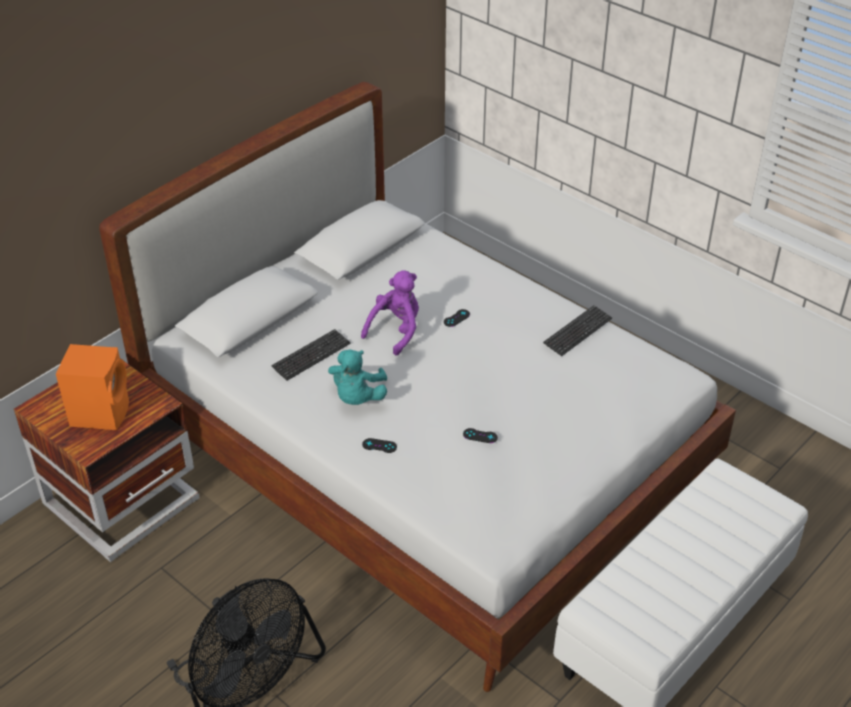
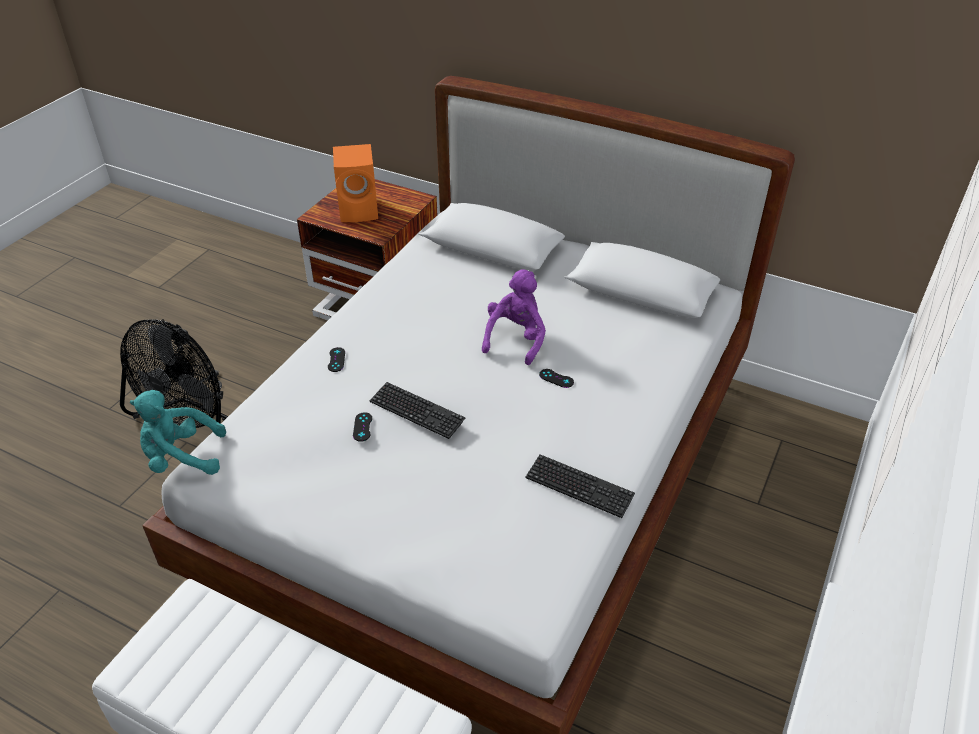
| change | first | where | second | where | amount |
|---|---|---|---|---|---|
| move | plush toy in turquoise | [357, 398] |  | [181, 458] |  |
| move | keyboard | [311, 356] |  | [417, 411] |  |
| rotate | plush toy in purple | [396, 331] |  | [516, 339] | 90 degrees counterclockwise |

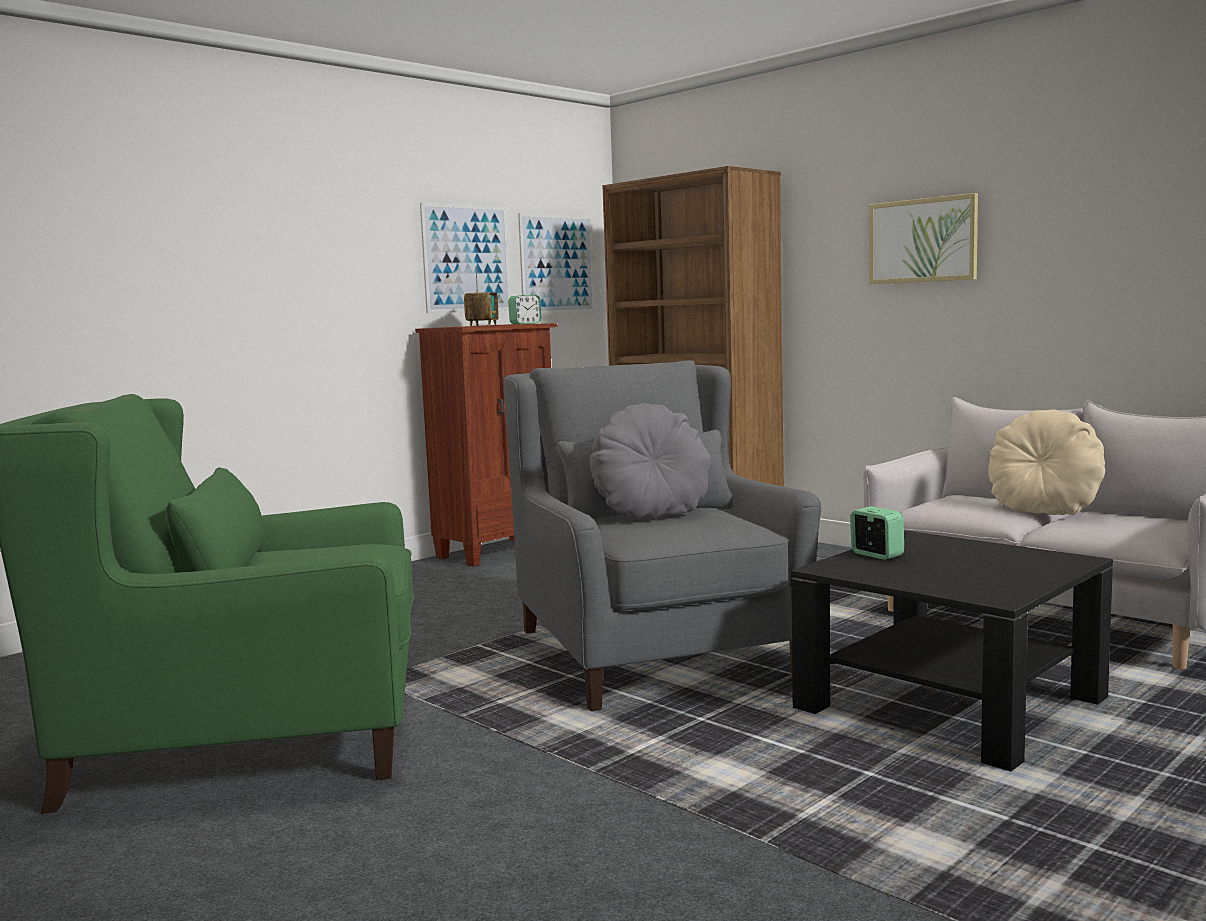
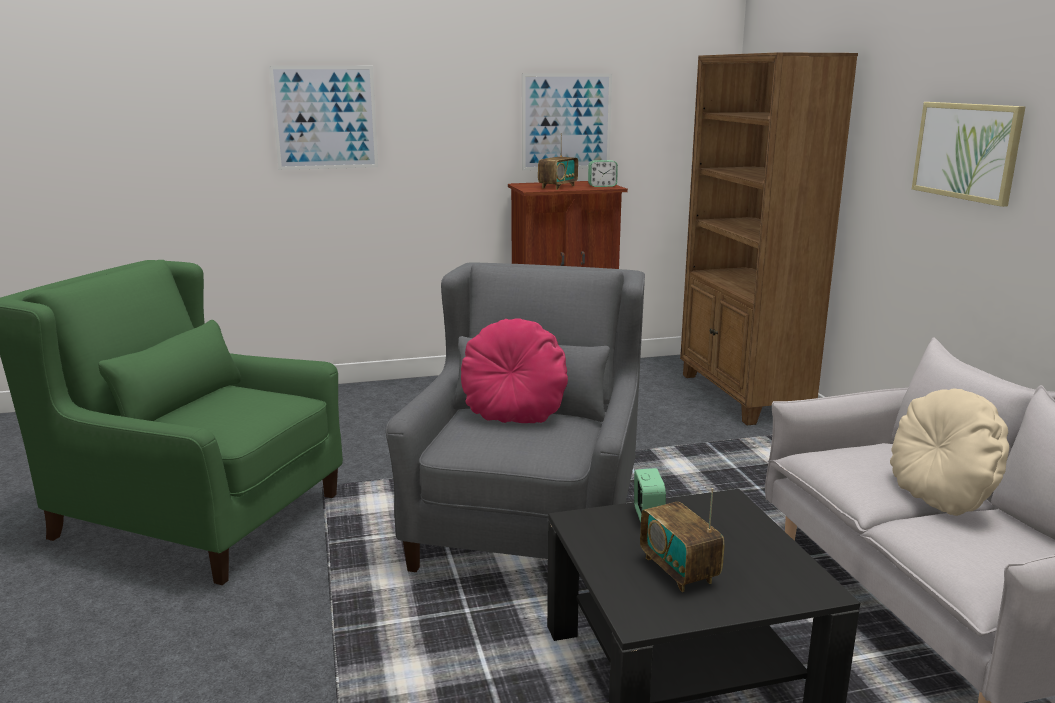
| change | first | where | second | where | amount |
|---|---|---|---|---|---|
| move | picture | [557, 264] |  | [325, 118] |  |
| recolor | pillow in grey | [651, 516] | pillow in pink | [514, 417] |  |
| insert |  |  | radio | [679, 570] |  |

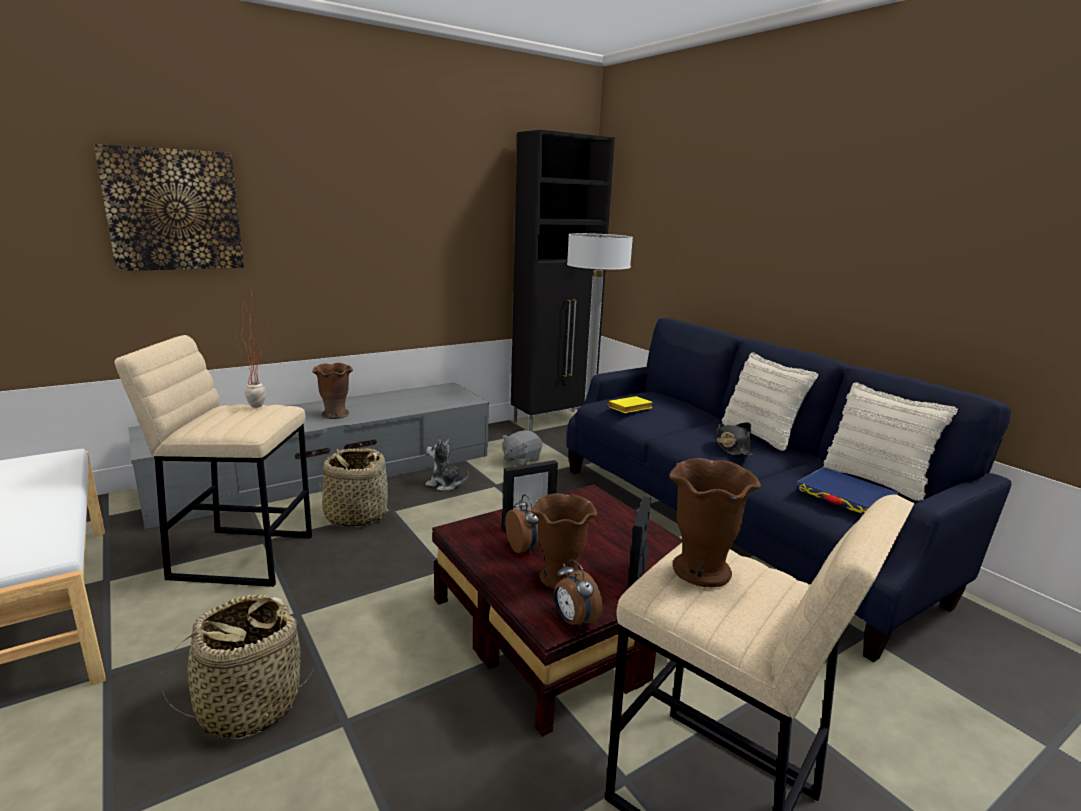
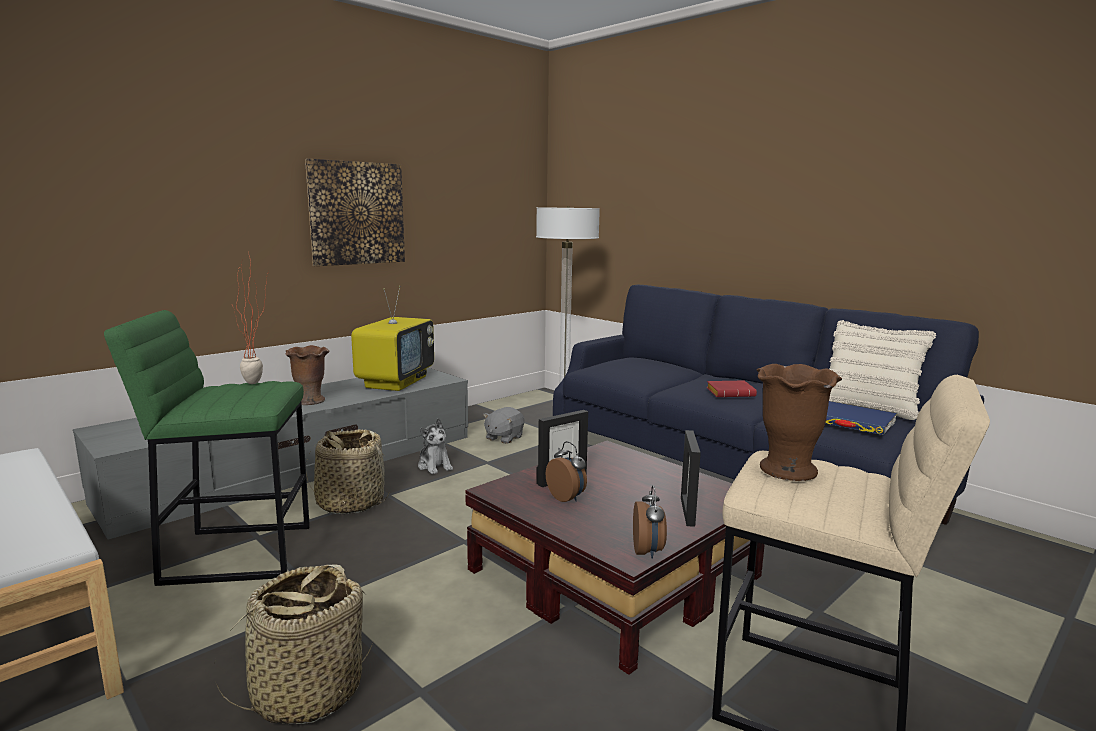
| change | first | where | second | where | amount |
|---|---|---|---|---|---|
| recolor | stool in beige | [240, 556] | stool in green | [234, 554] |  |
| move | picture | [174, 210] |  | [356, 213] |  |
| insert |  |  | television | [396, 382] |  |
| rotate | plush toy | [445, 484] |  | [435, 466] | 135 degrees counterclockwise |
| rotate | alarm clock | [574, 621] |  | [648, 551] | 135 degrees counterclockwise |
| replace | hat in black | [732, 446] | book in red | [731, 393] |  |
| delete | cabinet in black | [554, 421] |  |  |  |
| delete | vase in brown | [560, 577] |  |  |  |
| delete | book in yellow | [629, 409] |  |  |  |
| delete | pillow in beige | [760, 436] |  |  |  |

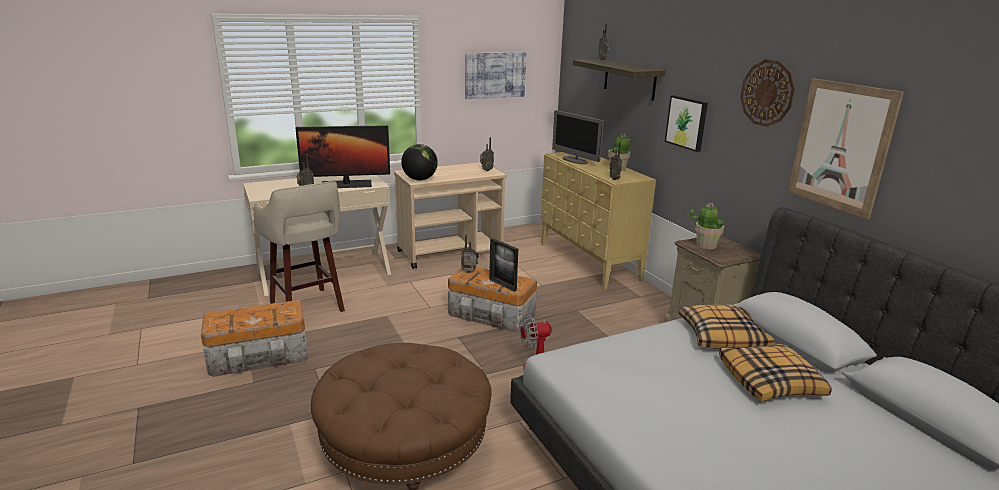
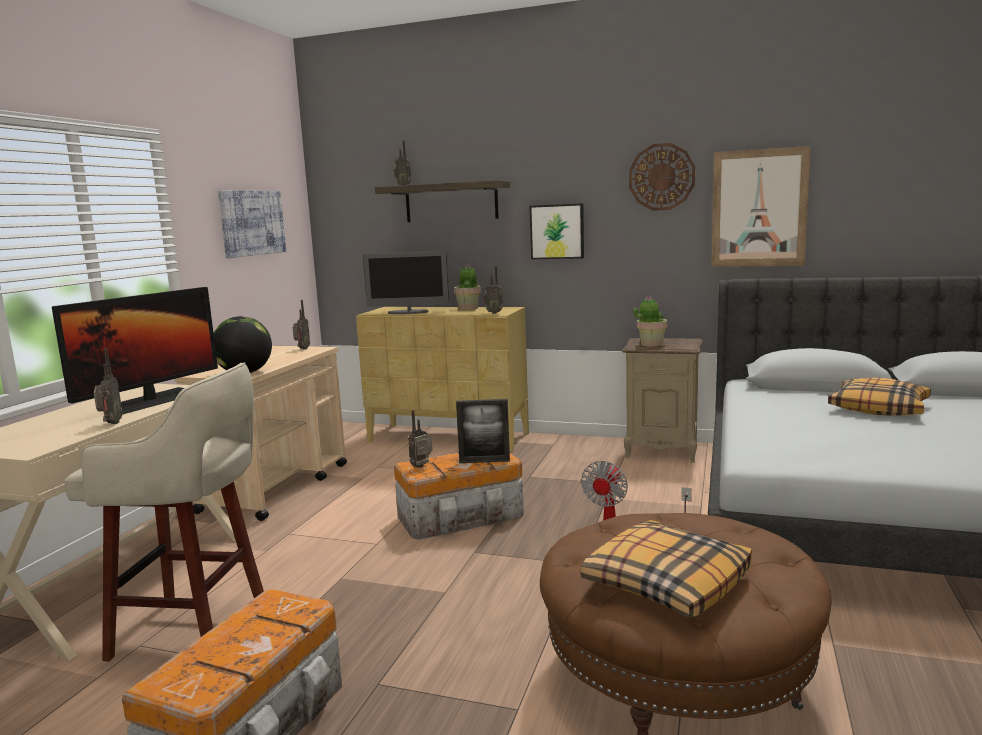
| change | first | where | second | where | amount |
|---|---|---|---|---|---|
| move | pillow | [722, 336] |  | [666, 582] |  |

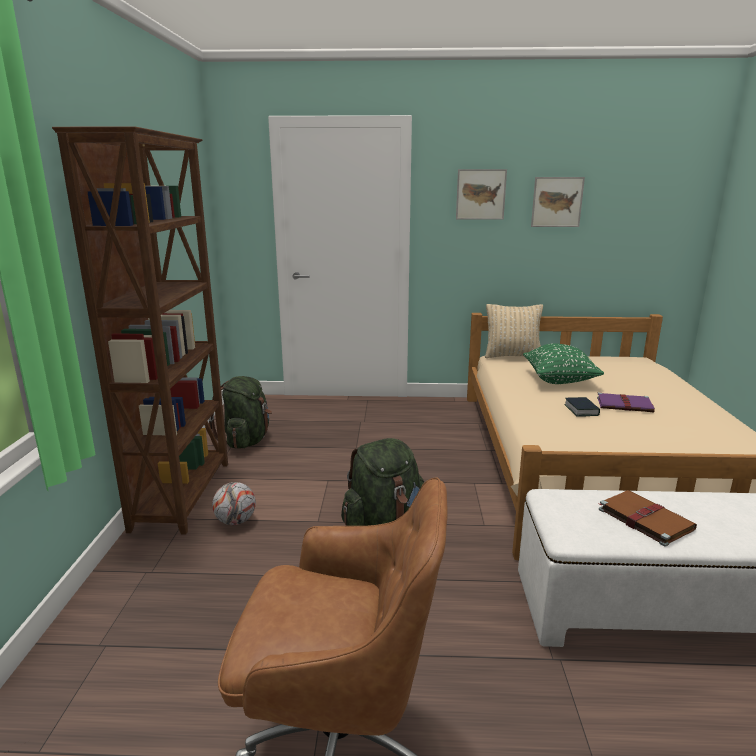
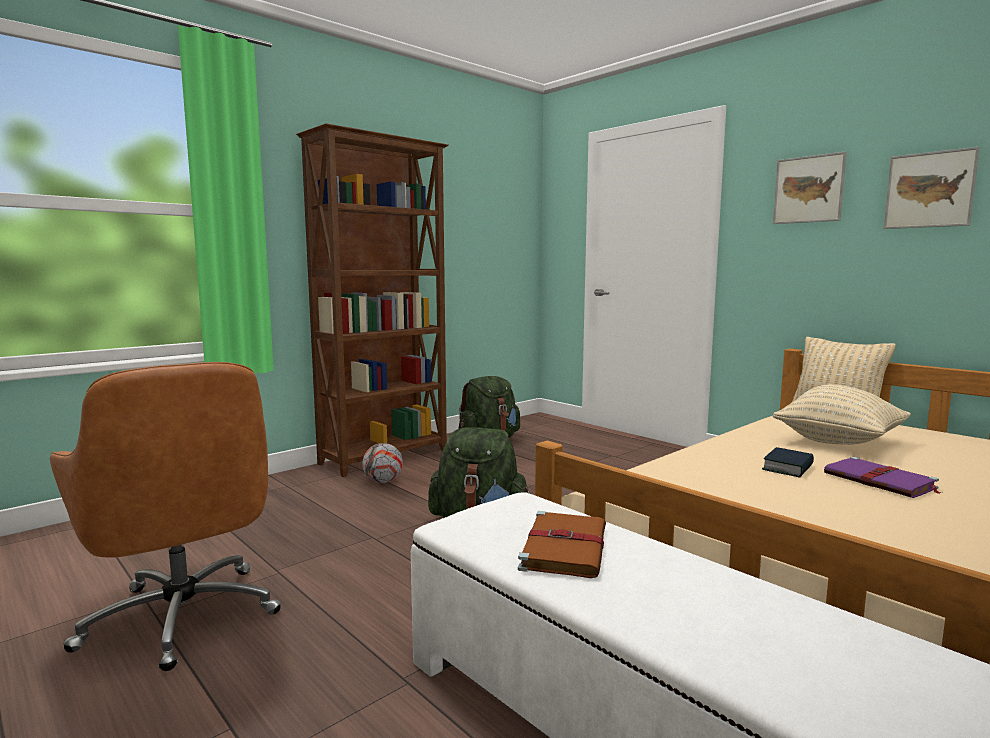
| change | first | where | second | where | amount |
|---|---|---|---|---|---|
| recolor | pillow in green | [559, 380] | pillow in beige | [839, 442] |  |

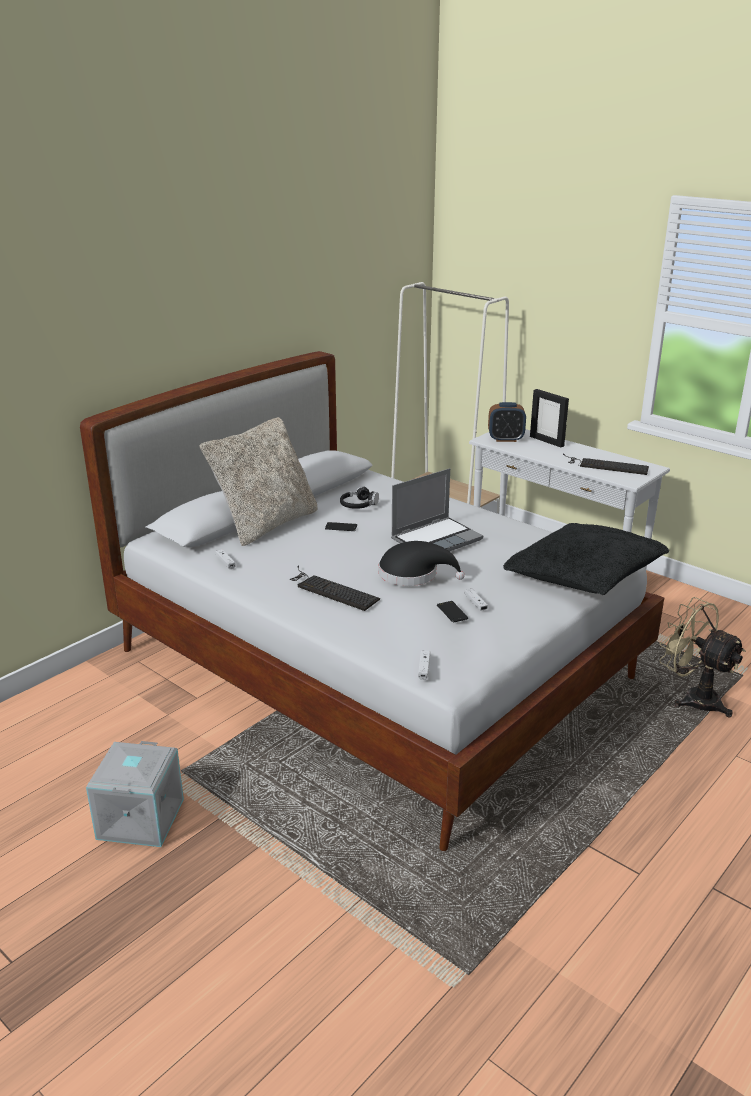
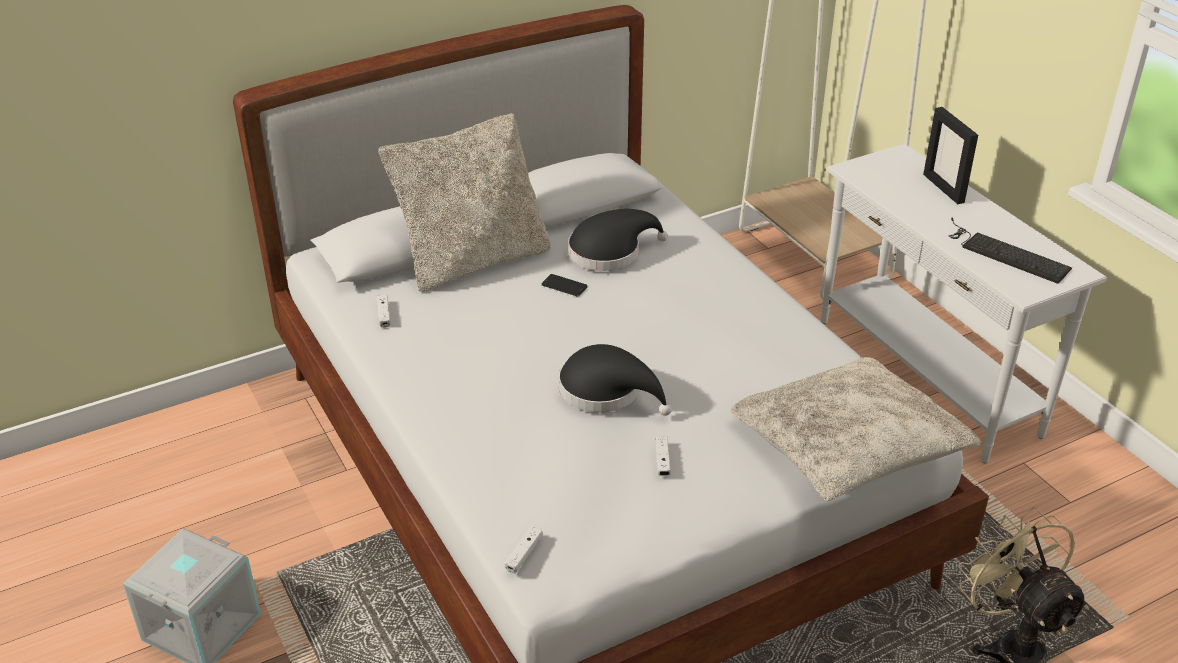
| change | first | where | second | where | amount |
|---|---|---|---|---|---|
| replace | headphones in black | [358, 505] | hat in black | [610, 251] |  |
| recolor | pillow in black | [583, 576] | pillow in beige | [848, 448] |  |
| delete | keyboard | [330, 589] |  |  |  |
| delete | laptop | [436, 539] |  |  |  |
| delete | phone | [452, 612] |  |  |  |
| delete | alarm clock | [505, 439] |  |  |  |

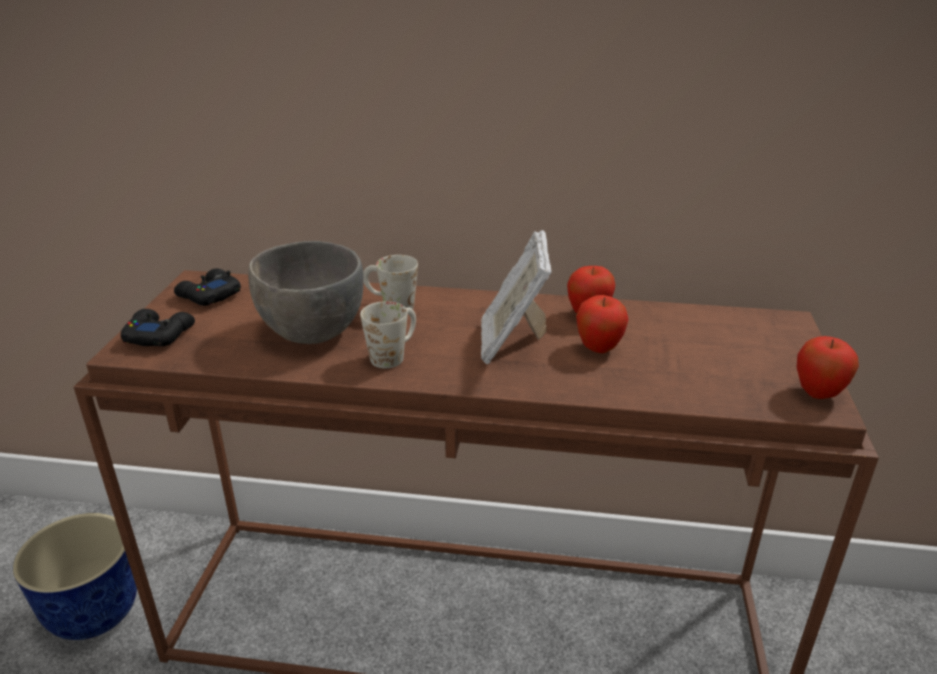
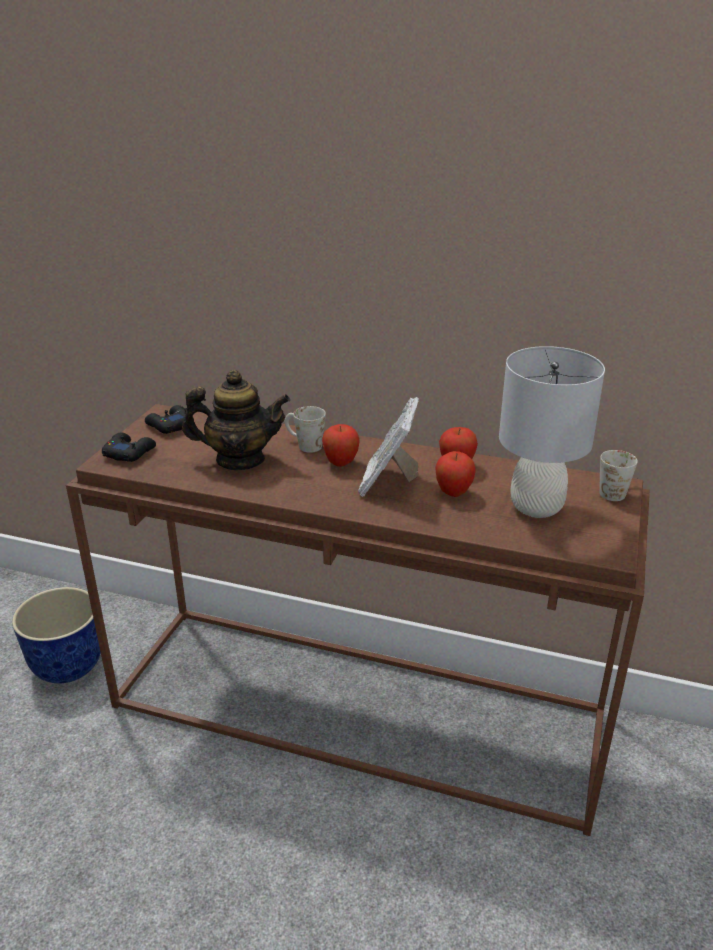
| change | first | where | second | where | amount |
|---|---|---|---|---|---|
| replace | bowl in grey | [312, 331] | teapot | [240, 460] |  |
| move | apple | [818, 394] |  | [341, 463] |  |
| insert |  |  | table lamp in grey | [537, 510] |  |
| move | mug in white | [394, 354] |  | [616, 491] |  |

